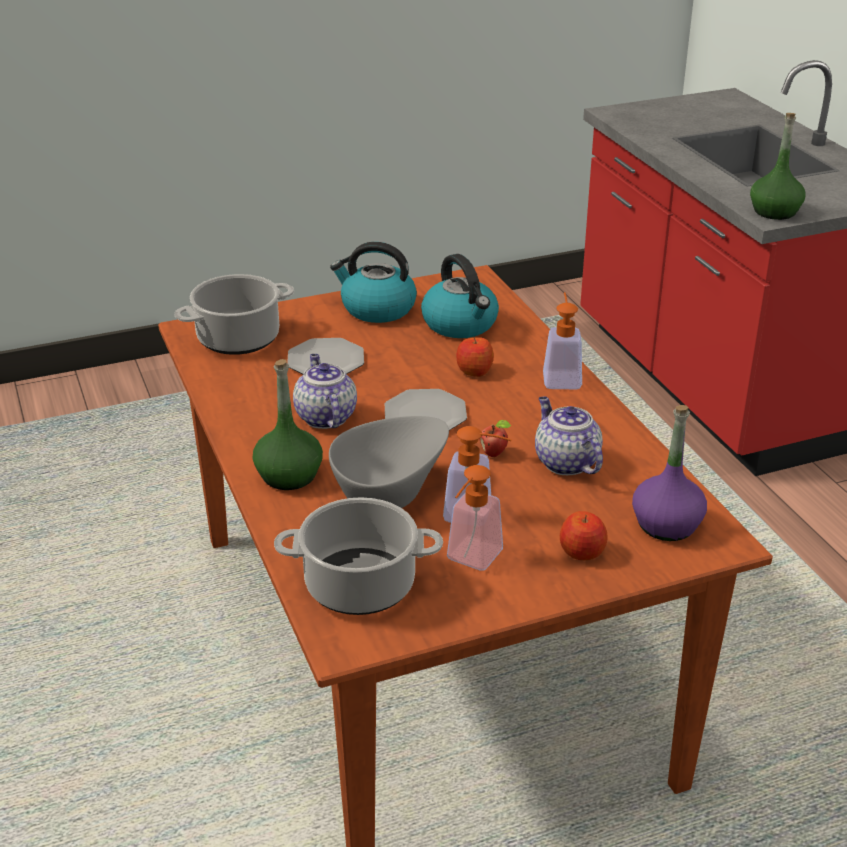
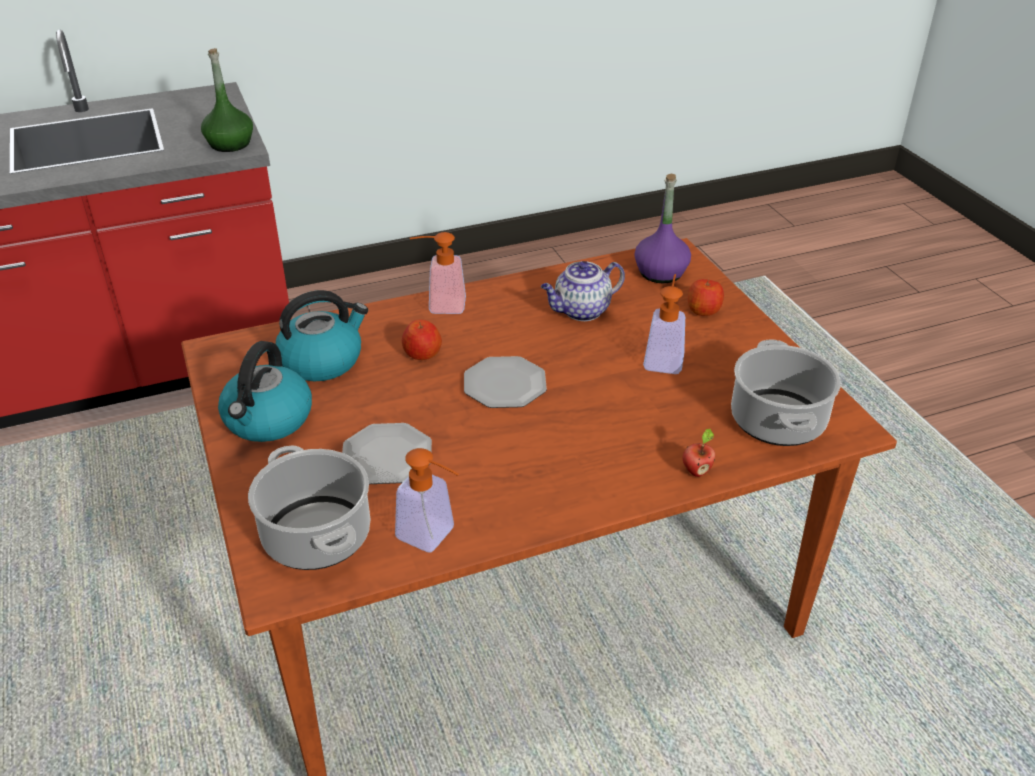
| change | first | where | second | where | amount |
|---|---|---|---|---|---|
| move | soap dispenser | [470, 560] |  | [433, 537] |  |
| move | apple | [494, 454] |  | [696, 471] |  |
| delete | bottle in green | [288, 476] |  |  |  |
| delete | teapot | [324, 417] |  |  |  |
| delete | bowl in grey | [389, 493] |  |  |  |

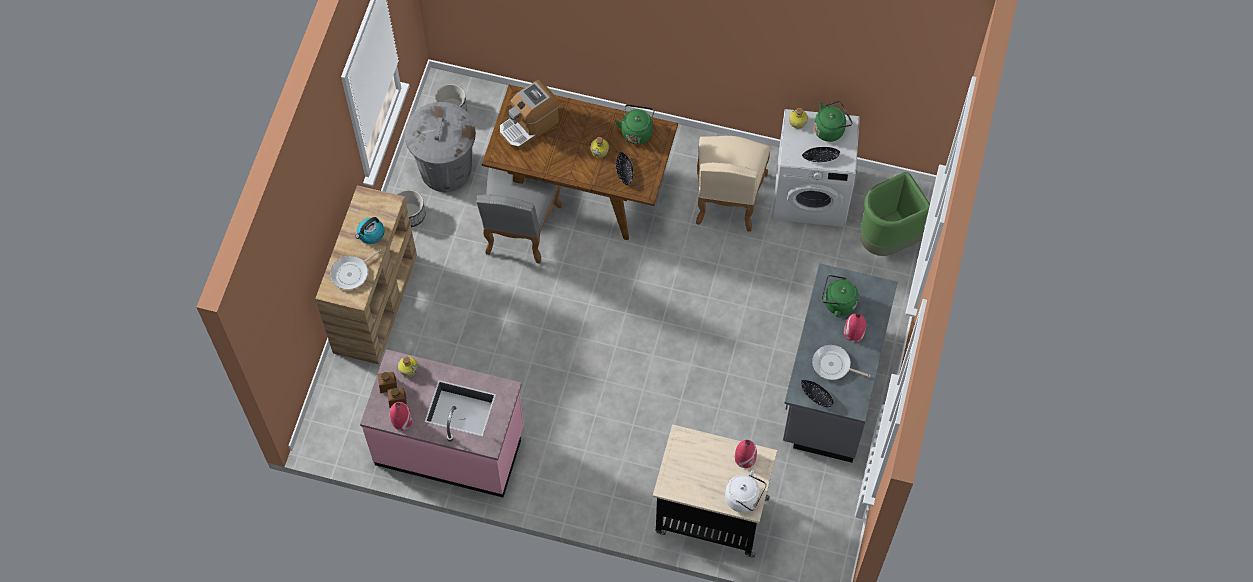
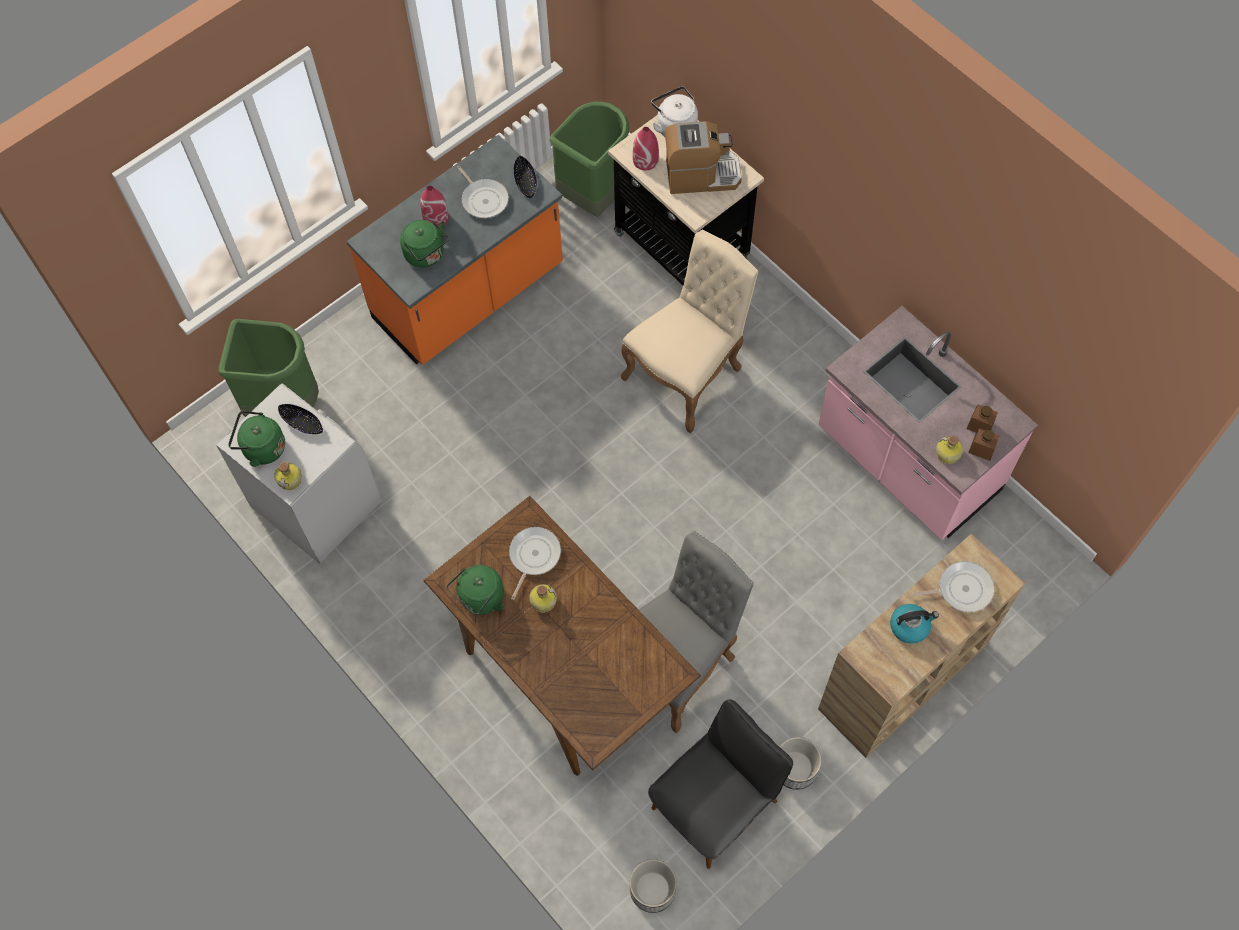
| change | first | where | second | where | amount |
|---|---|---|---|---|---|
| recolor | counter in grey | [831, 386] | counter in orange | [469, 295] |  |
| replace | bowl in black | [624, 171] | frying pan | [533, 556] |  |
| insert |  |  | trash can in green | [594, 195] |  |
| move | chair in beige | [727, 200] |  | [687, 375] |  |
| replace | trash can in grey | [445, 170] | chair in black | [714, 804] |  |
| move | coffee machine | [529, 125] |  | [701, 175] |  |
| delete | vase in red | [401, 420] |  |  |  |

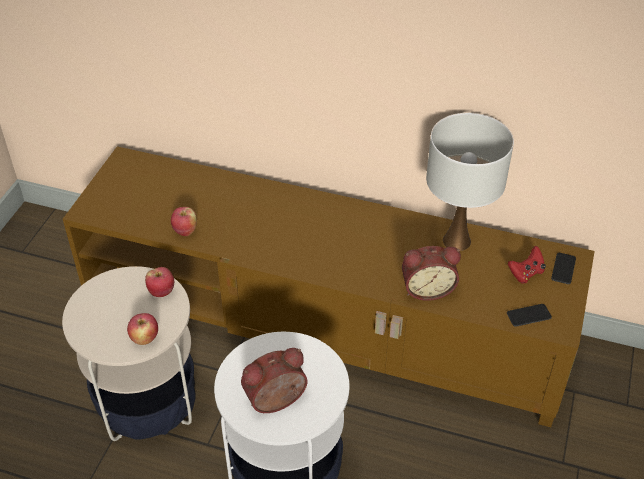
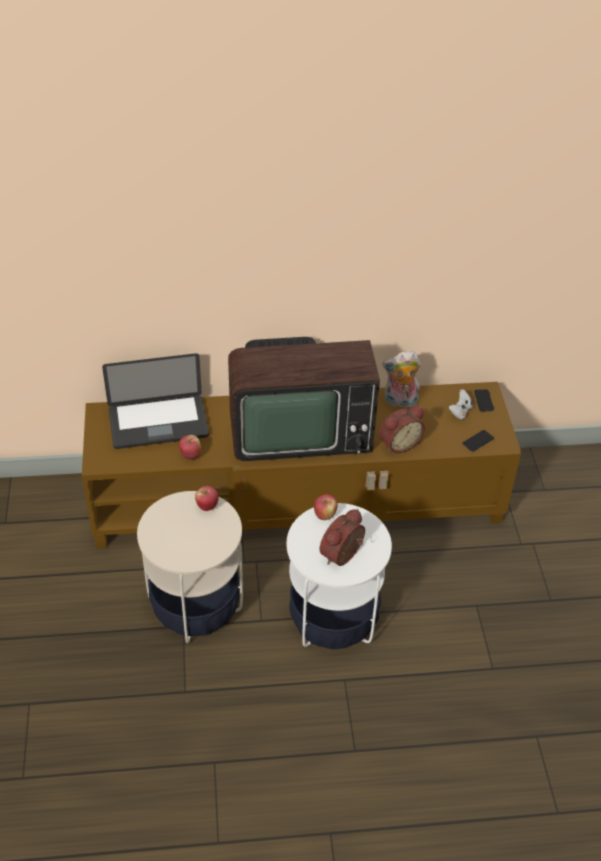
| change | first | where | second | where | amount |
|---|---|---|---|---|---|
| insert |  |  | laptop | [158, 423] |  |
| insert |  |  | television | [298, 430] |  |
| move | apple | [144, 338] |  | [325, 515] |  |
| replace | table lamp in white | [457, 240] | plush toy | [400, 402] |  |
| recolor | game controller in red | [526, 273] | game controller in white | [460, 412] |  |

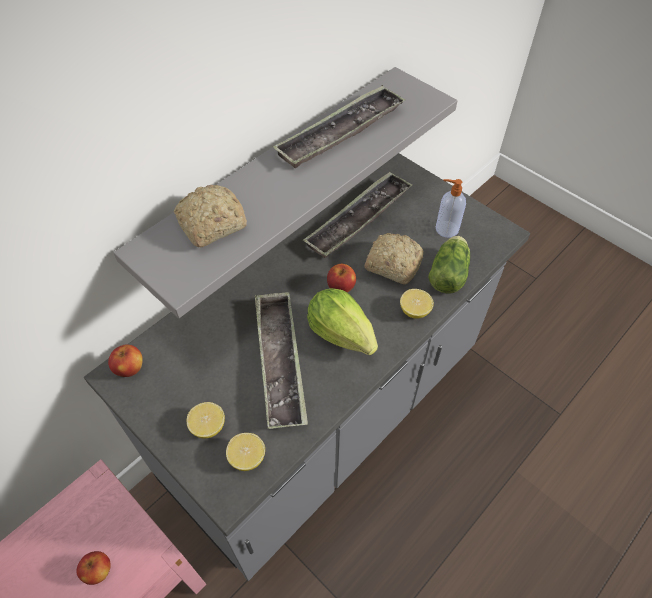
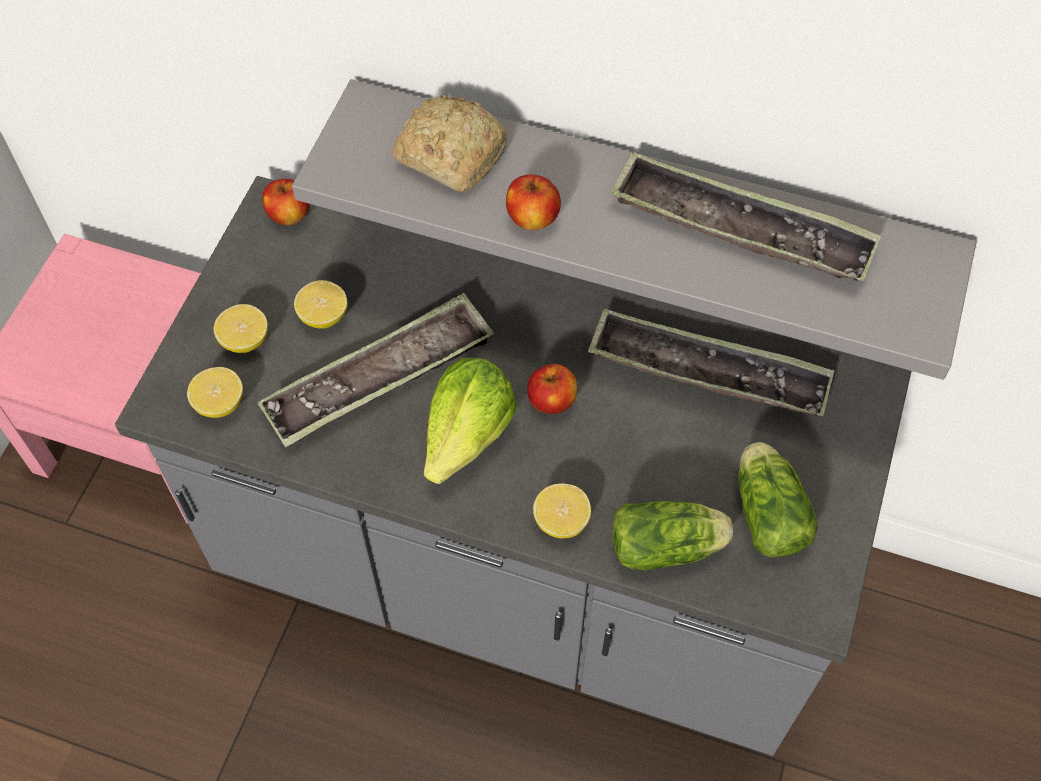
| change | first | where | second | where | amount |
|---|---|---|---|---|---|
| insert |  |  | lemon | [323, 316] |  |
| move | apple | [98, 571] |  | [533, 219] |  |
| replace | soap dispenser | [446, 229] | lettuce | [767, 510] |  |
| delete | bread | [392, 263] |  |  |  |

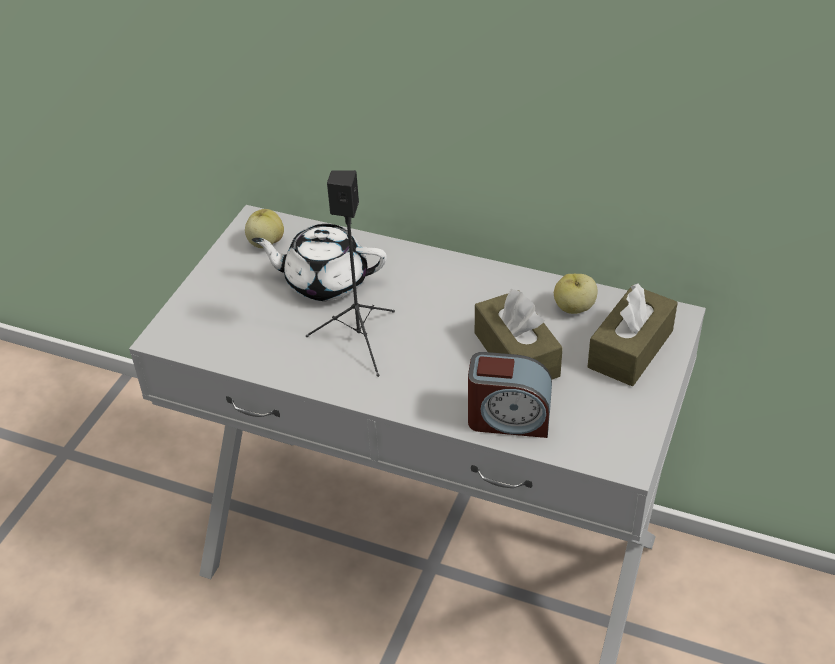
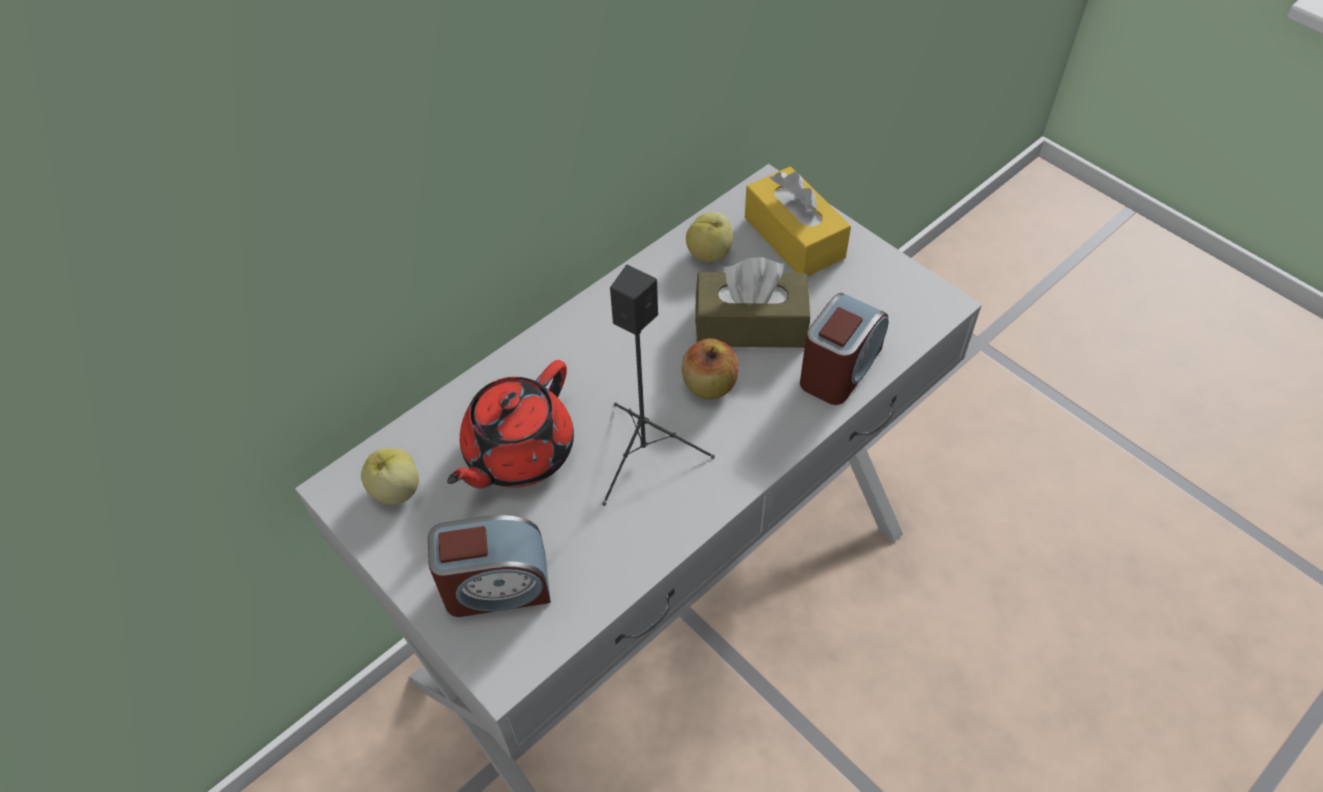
| change | first | where | second | where | amount |
|---|---|---|---|---|---|
| insert |  |  | alarm clock | [496, 586] |  |
| recolor | teapot in white | [325, 281] | teapot in red | [517, 452] |  |
| insert |  |  | apple | [709, 385] |  |
| recolor | tissue box in brown | [630, 349] | tissue box in yellow | [794, 237] |  |

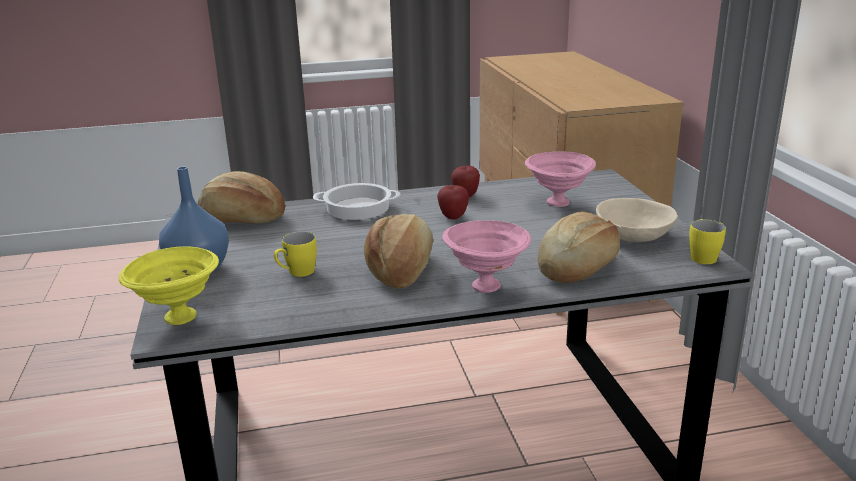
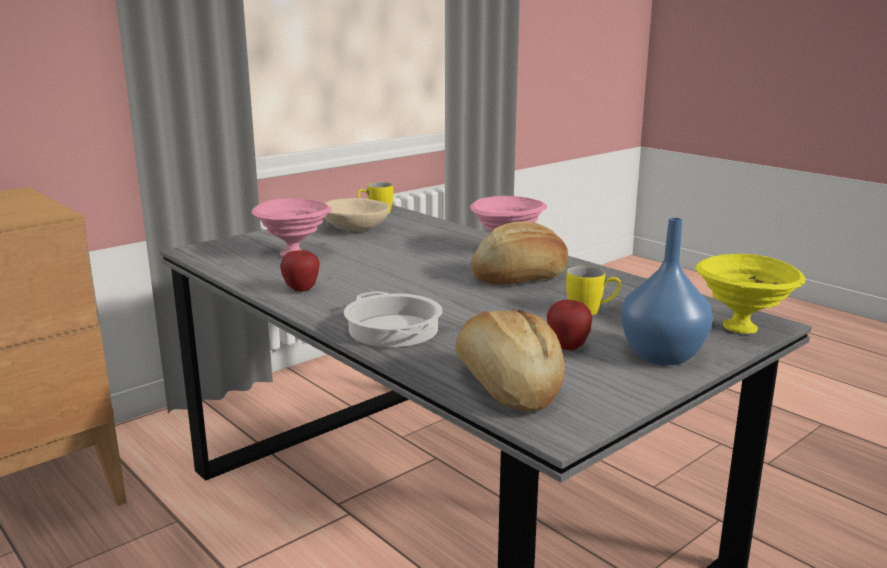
| change | first | where | second | where | amount |
|---|---|---|---|---|---|
| move | apple | [453, 217] |  | [567, 347] |  |
| delete | bread | [577, 267] |  |  |  |

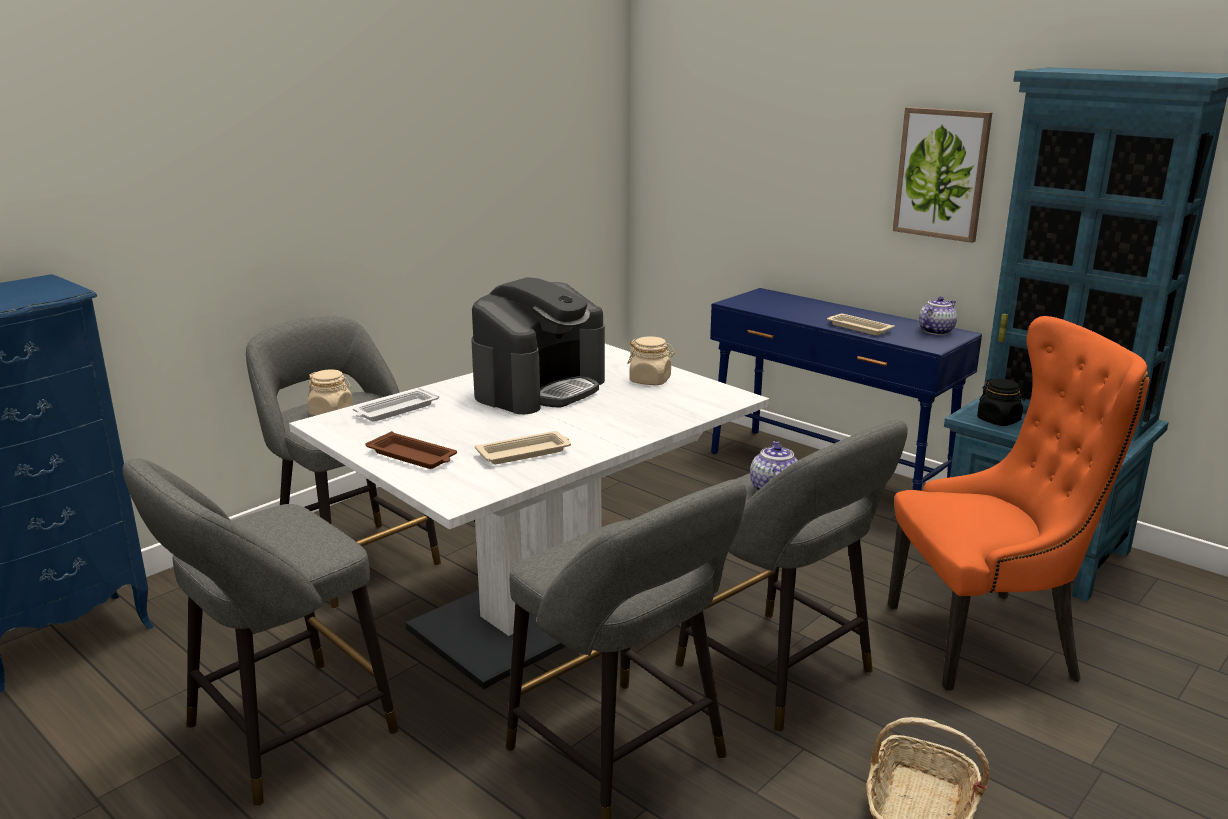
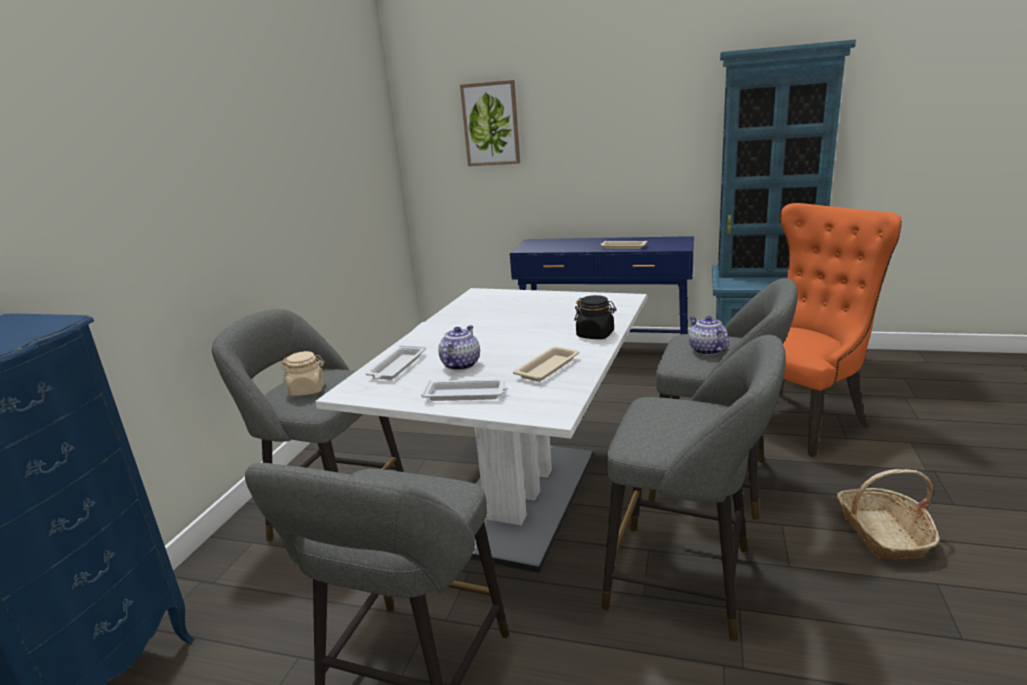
| change | first | where | second | where | amount |
|---|---|---|---|---|---|
| recolor | tray in brown | [413, 456] | tray in white | [466, 394] |  |
| move | teapot | [936, 331] |  | [461, 364] |  |
| move | picture | [941, 174] |  | [491, 124] |  |
| move | jar in black | [998, 420] |  | [595, 335] |  |
| delete | coffee machine | [540, 388] |  |  |  |
| delete | jar in beige | [650, 380] |  |  |  |

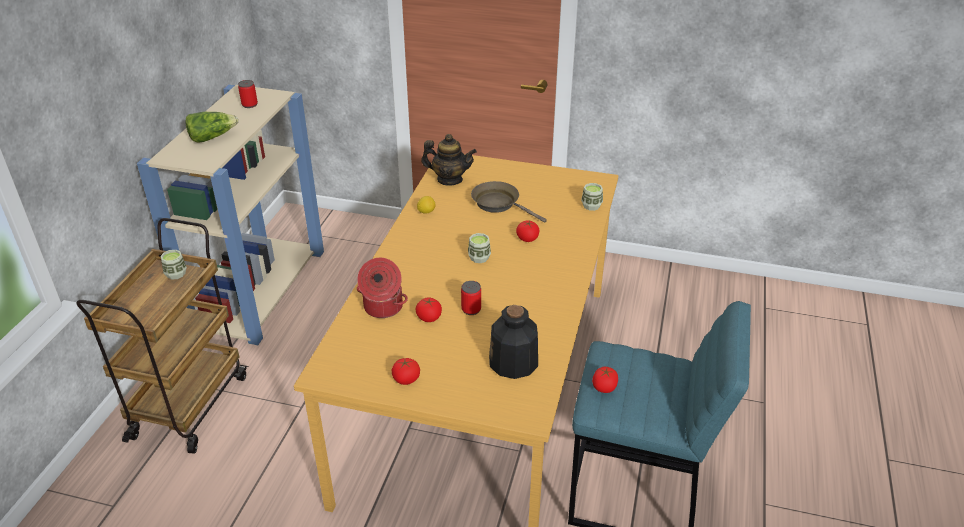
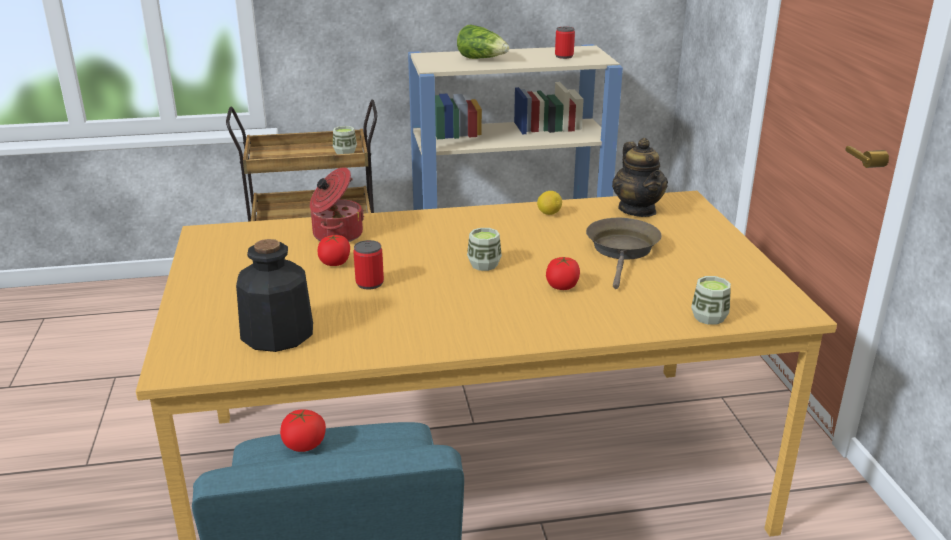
| change | first | where | second | where | amount |
|---|---|---|---|---|---|
| delete | tomato | [406, 379] |  |  |  |

